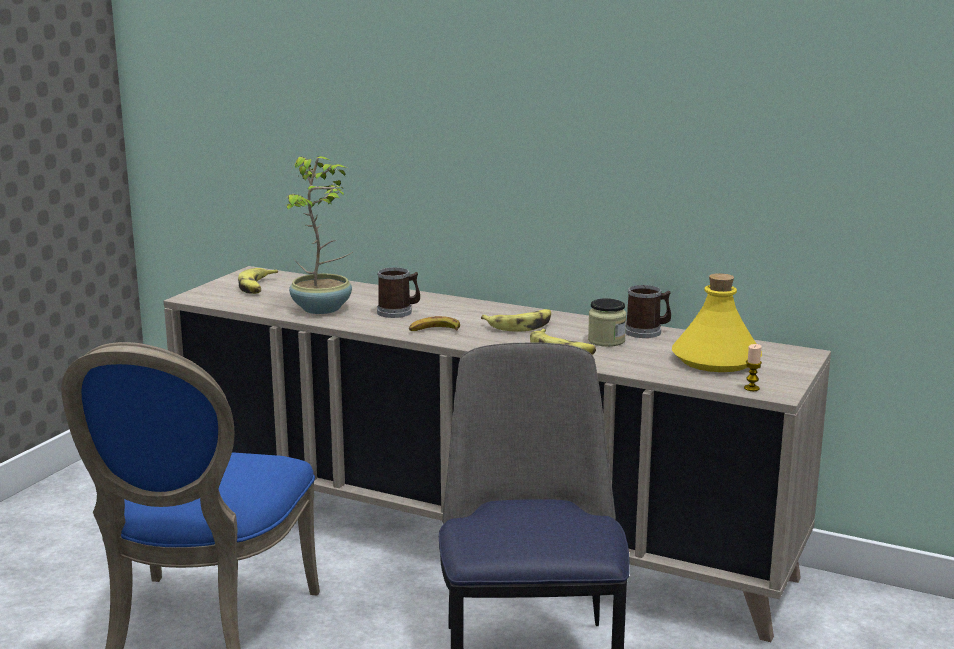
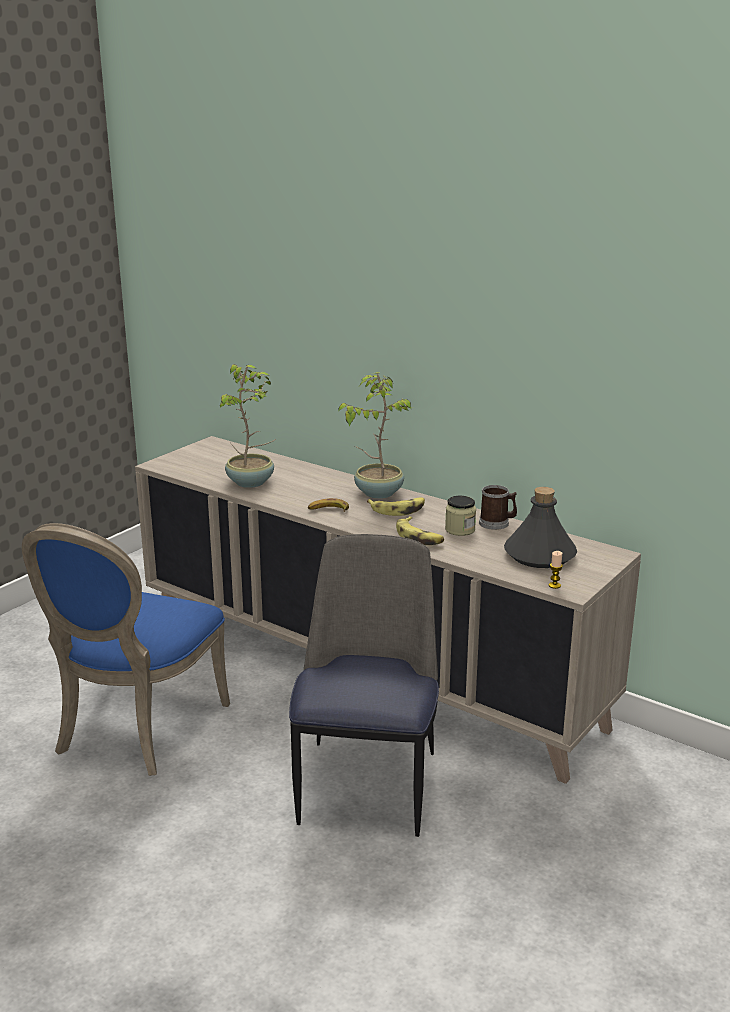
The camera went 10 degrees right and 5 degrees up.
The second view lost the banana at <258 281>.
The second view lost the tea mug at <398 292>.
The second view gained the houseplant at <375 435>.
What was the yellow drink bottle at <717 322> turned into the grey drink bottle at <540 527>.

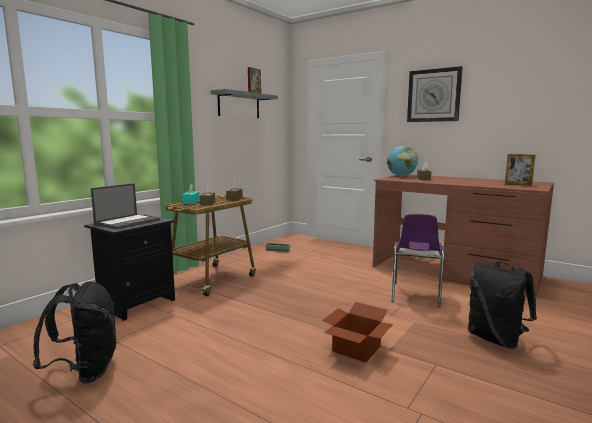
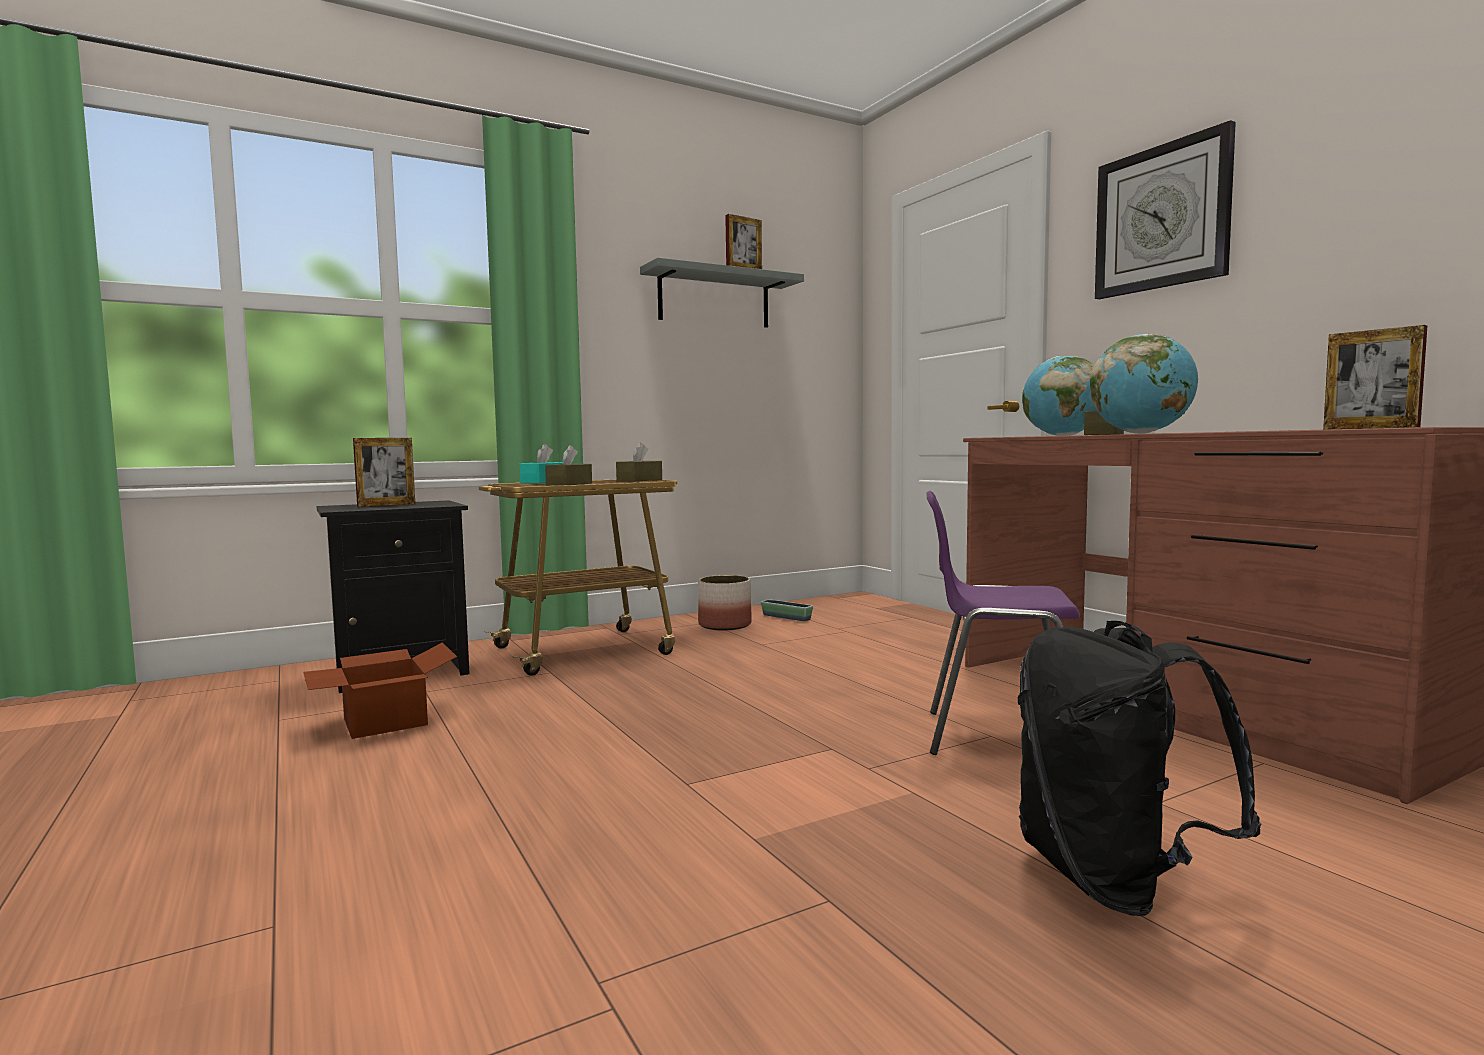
The camera went 25 degrees right and 5 degrees down.
The second view lost the blackish backpack at <74 332>.
The second view gained the plant pot at <724 602>.
The second view gained the world globe at <1144 384>.
The carton ended up elsewhere, having gone from <358 332> to <380 690>.
Where the notebook computer stood at <125 206>, the photo frame came to stand at <384 472>.
The purple-coloured chair at <418 261> ended up facing another way, 60 degrees clockwise from before.

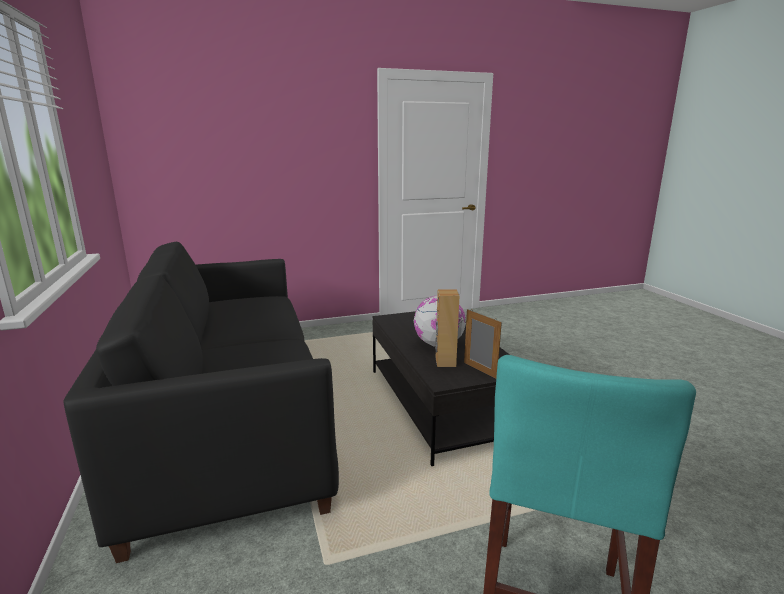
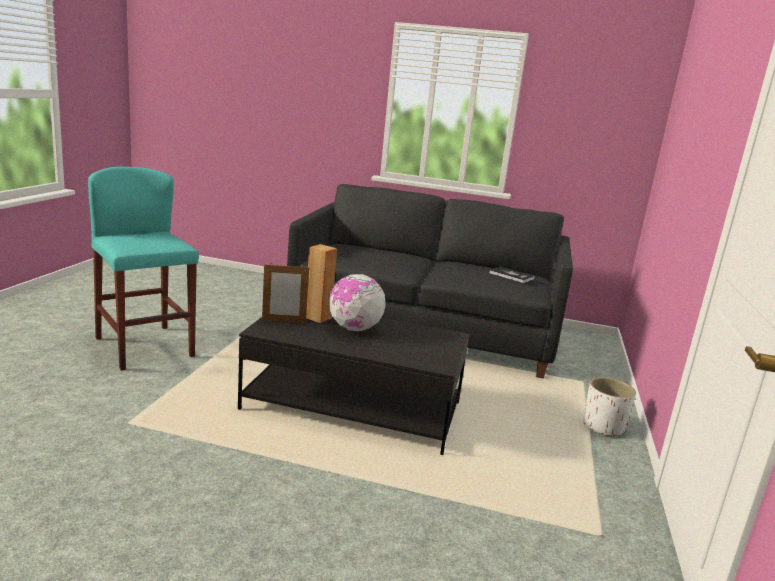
The camera went 120 degrees right and 0 degrees up.
The second view gained the bound book at <512 275>.
The second view gained the whitish plant pot at <609 407>.

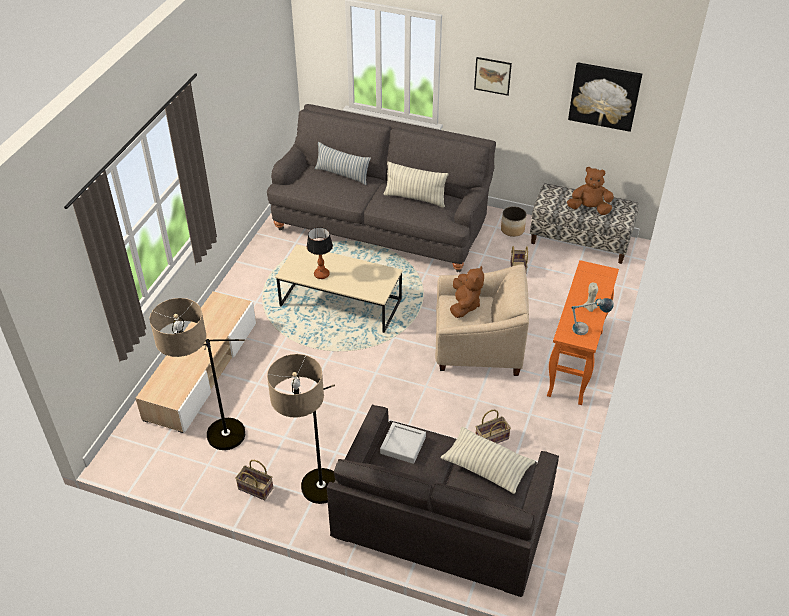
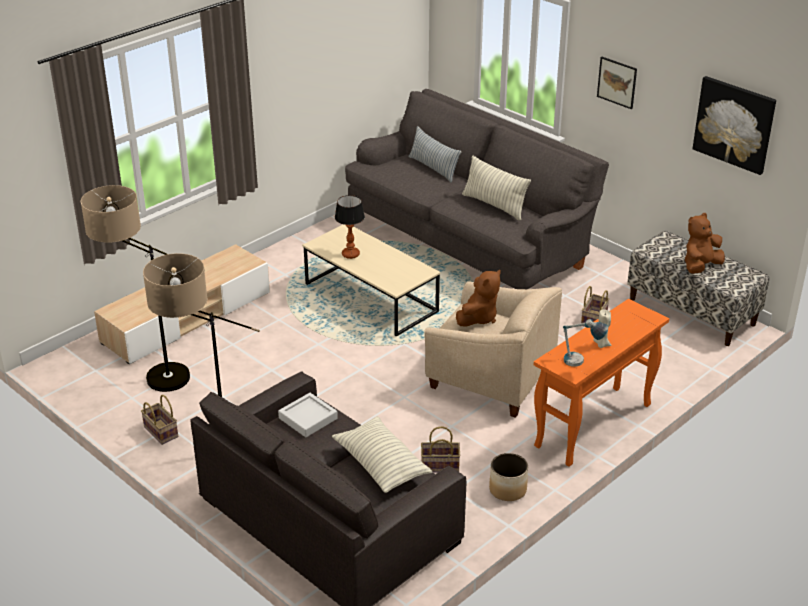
The camera went 25 degrees right and 10 degrees down.
The plant pot ended up elsewhere, having gone from <513 221> to <508 477>.
The brown plush toy at <590 191> ended up facing another way, 75 degrees counterclockwise from before.

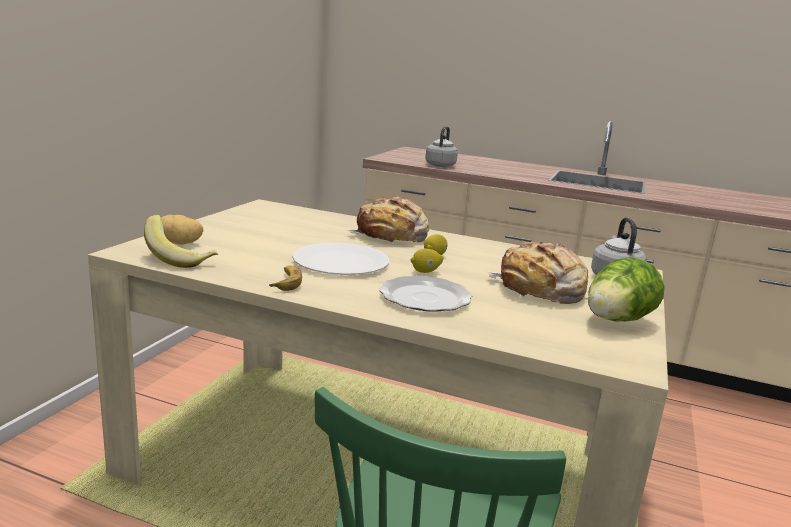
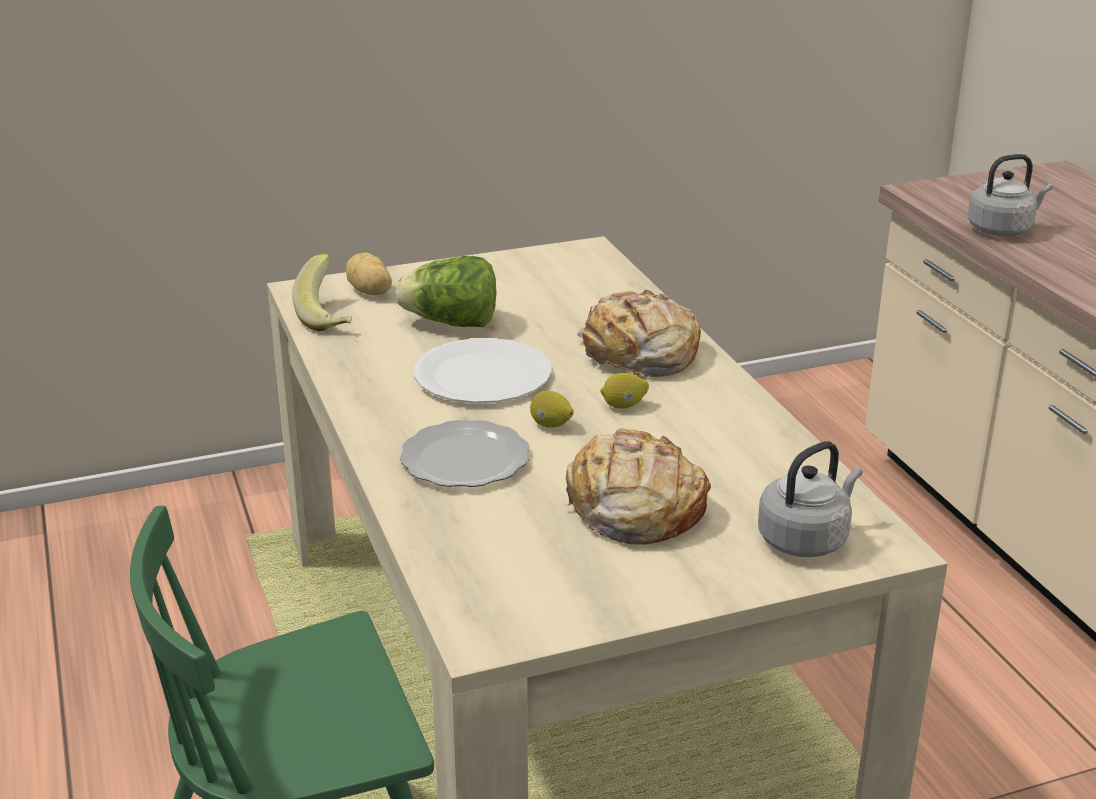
The camera went 50 degrees right and 10 degrees up.
The second view lost the banana at <285 278>.
The lettuce ended up elsewhere, having gone from <626 289> to <445 291>.

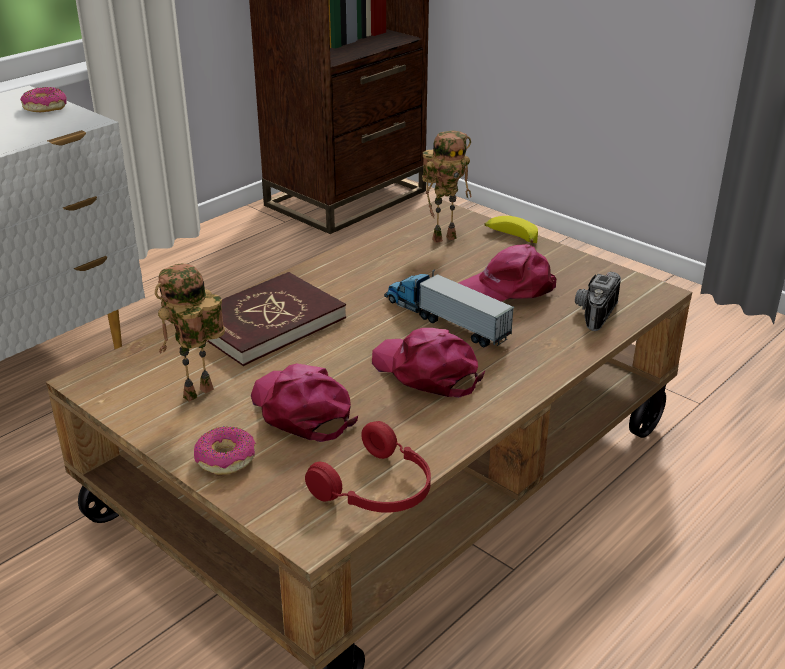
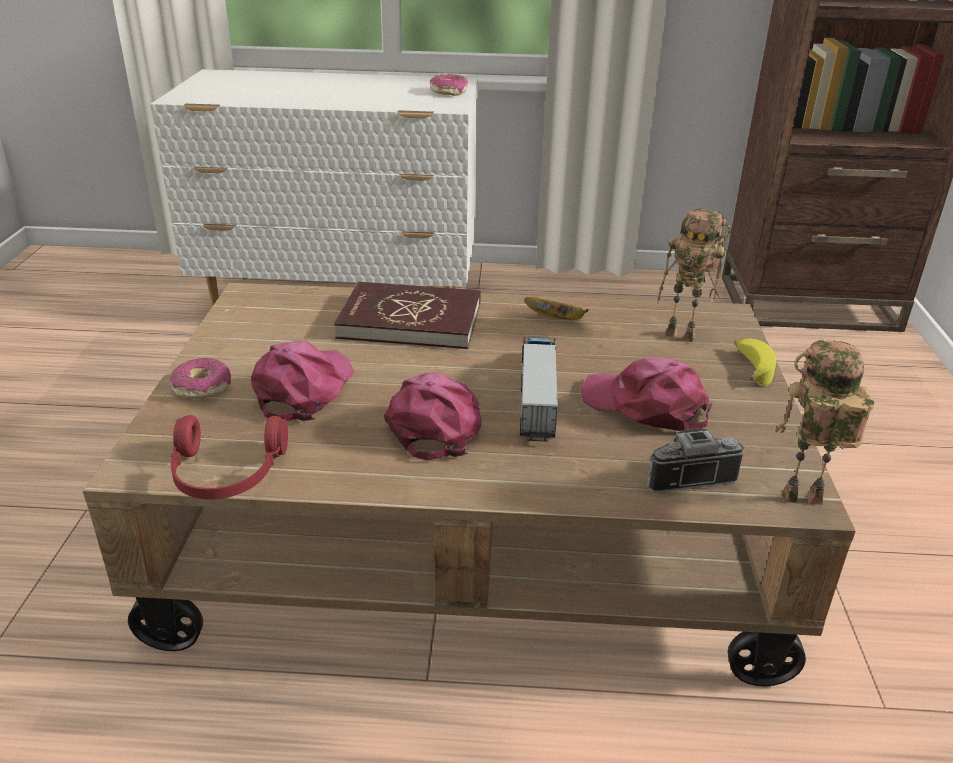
The camera went 50 degrees right and 0 degrees up.
The second view gained the banana at <556 308>.
The toy robot ended up elsewhere, having gone from <190 333> to <824 422>.

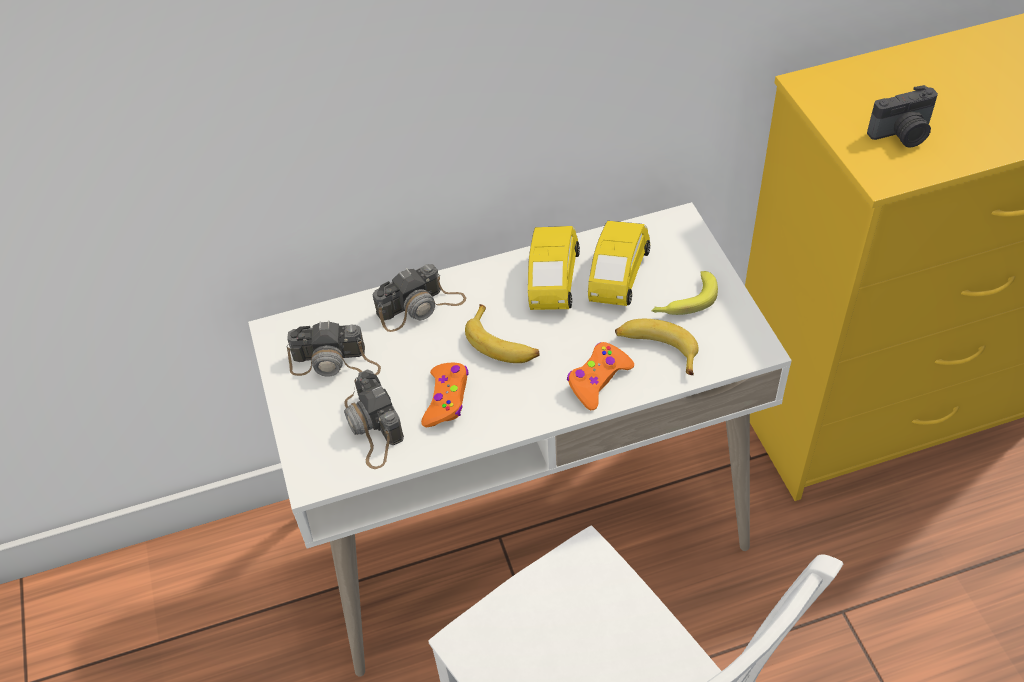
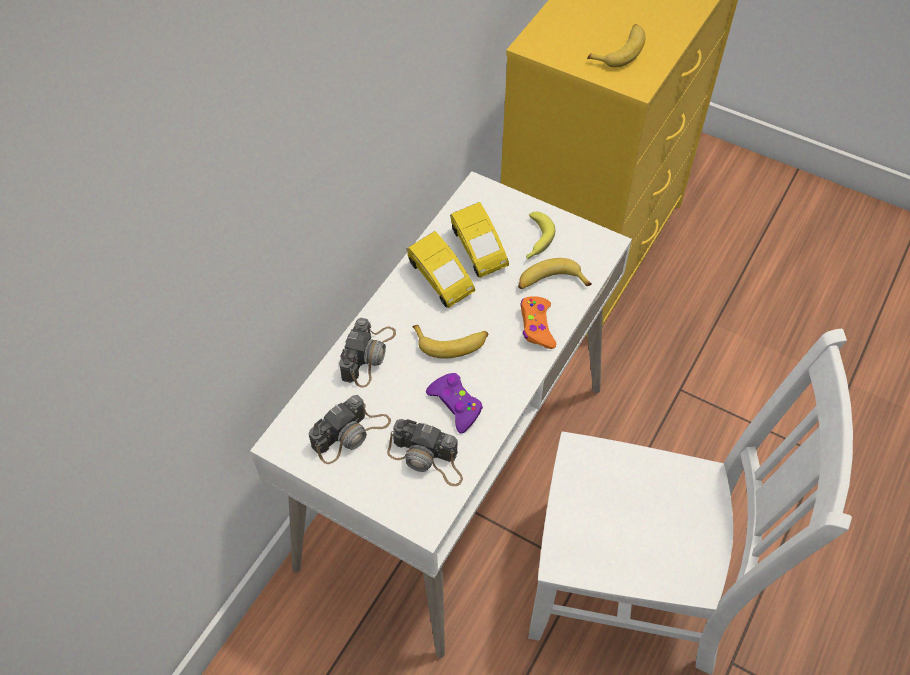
The camera went 45 degrees left and 5 degrees up.
Where the still camera stood at <902 116>, the banana came to stand at <616 45>.
What was the orange-coloured joypad at <445 395> turned into the purple-coloured joypad at <454 403>.

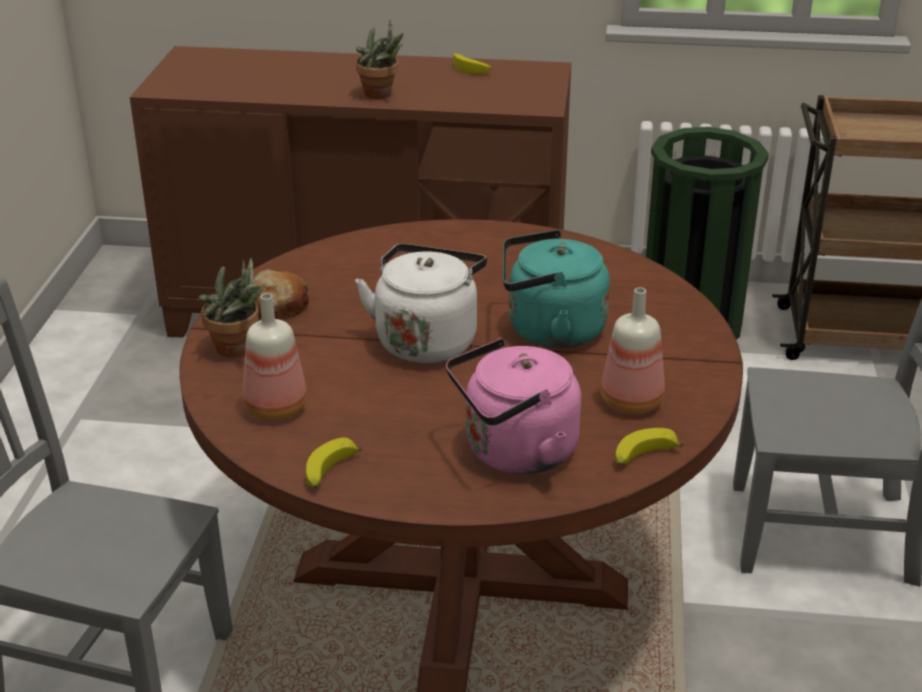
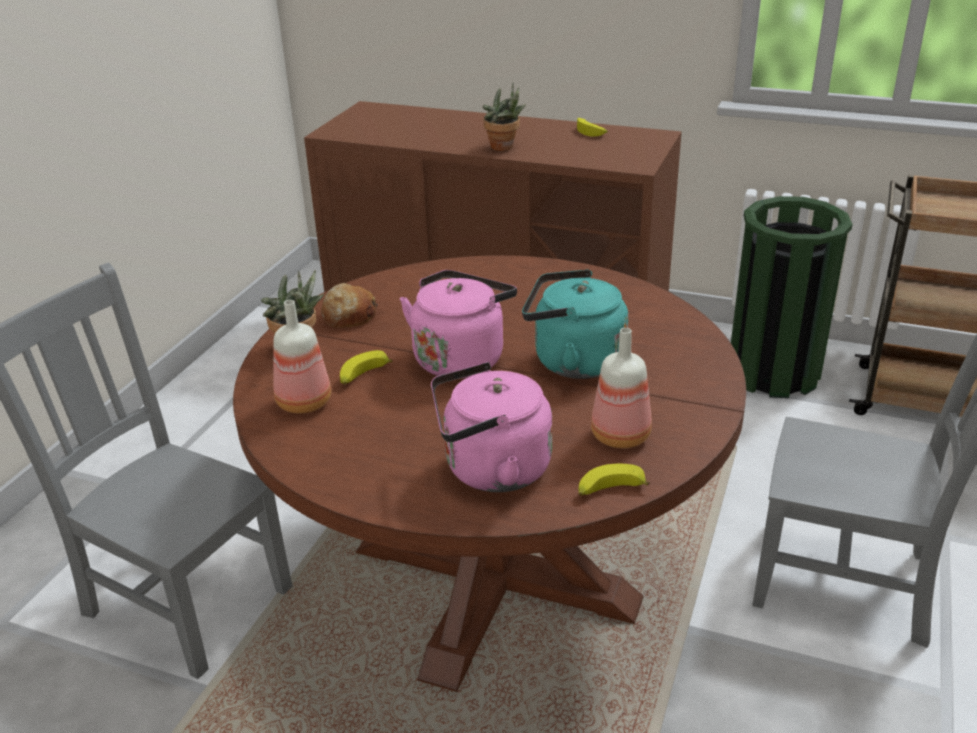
The camera went 15 degrees right and 0 degrees up.
The banana ended up elsewhere, having gone from <334 462> to <366 367>.
What was the whitish water kettle at <421 303> turned into the pinkish water kettle at <458 324>.

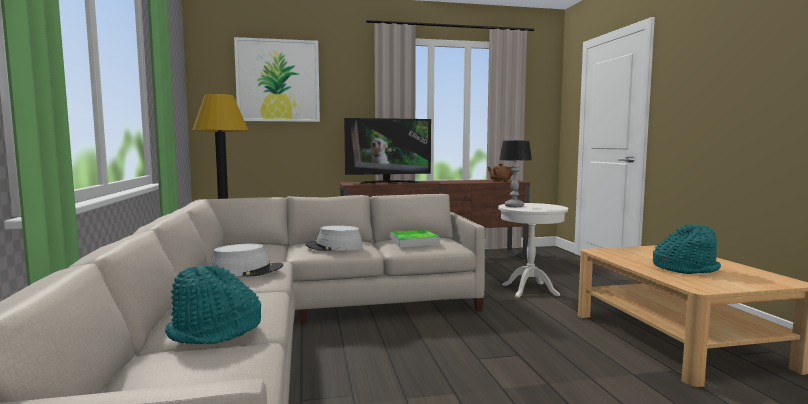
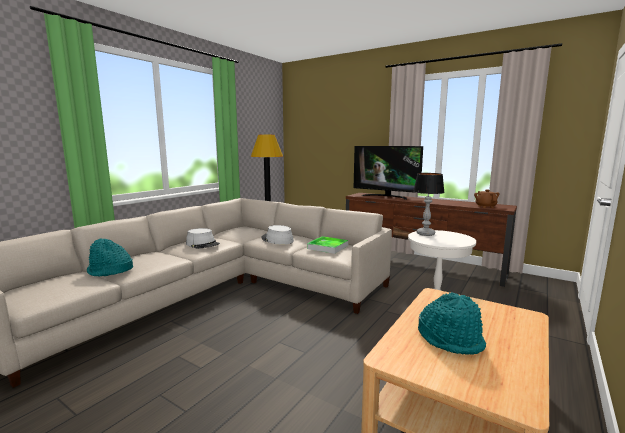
The camera went 45 degrees right and 5 degrees up.
The second view lost the picture at <277 79>.

